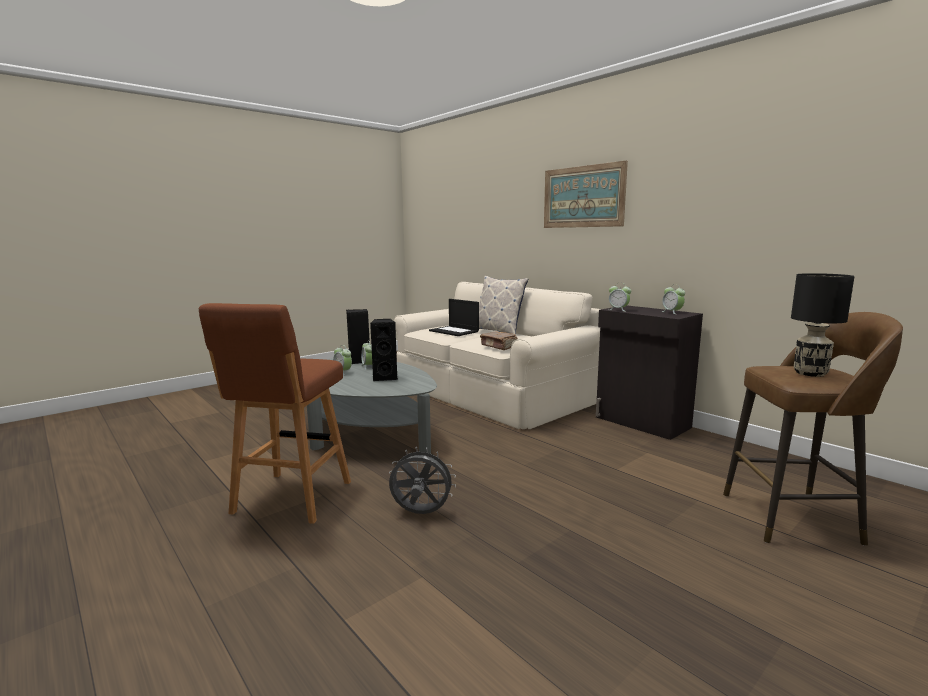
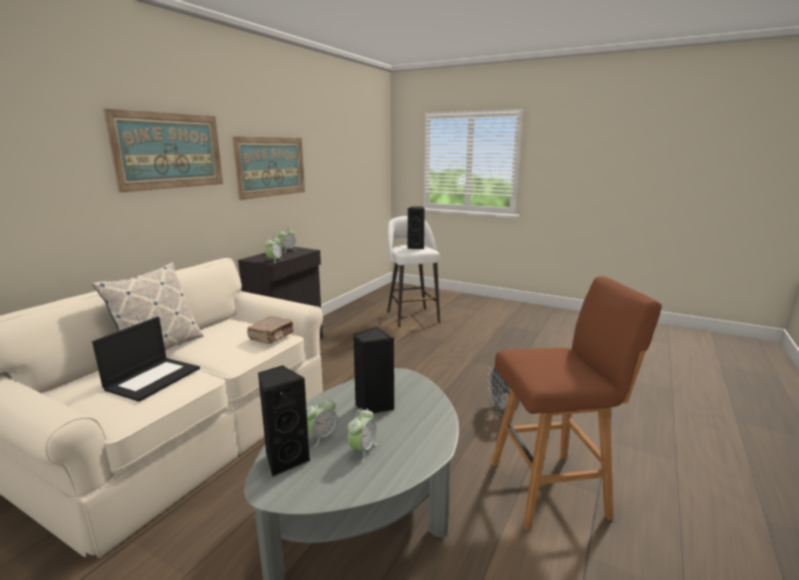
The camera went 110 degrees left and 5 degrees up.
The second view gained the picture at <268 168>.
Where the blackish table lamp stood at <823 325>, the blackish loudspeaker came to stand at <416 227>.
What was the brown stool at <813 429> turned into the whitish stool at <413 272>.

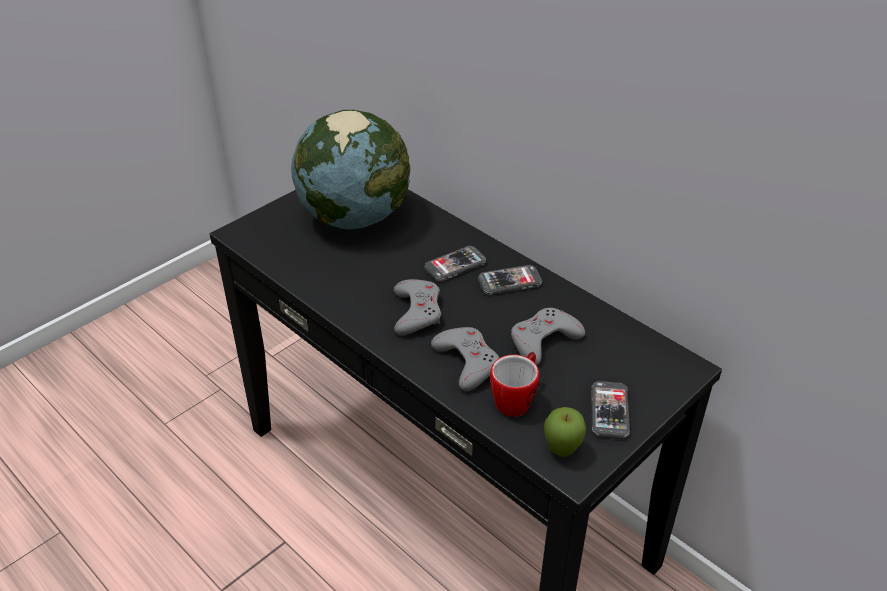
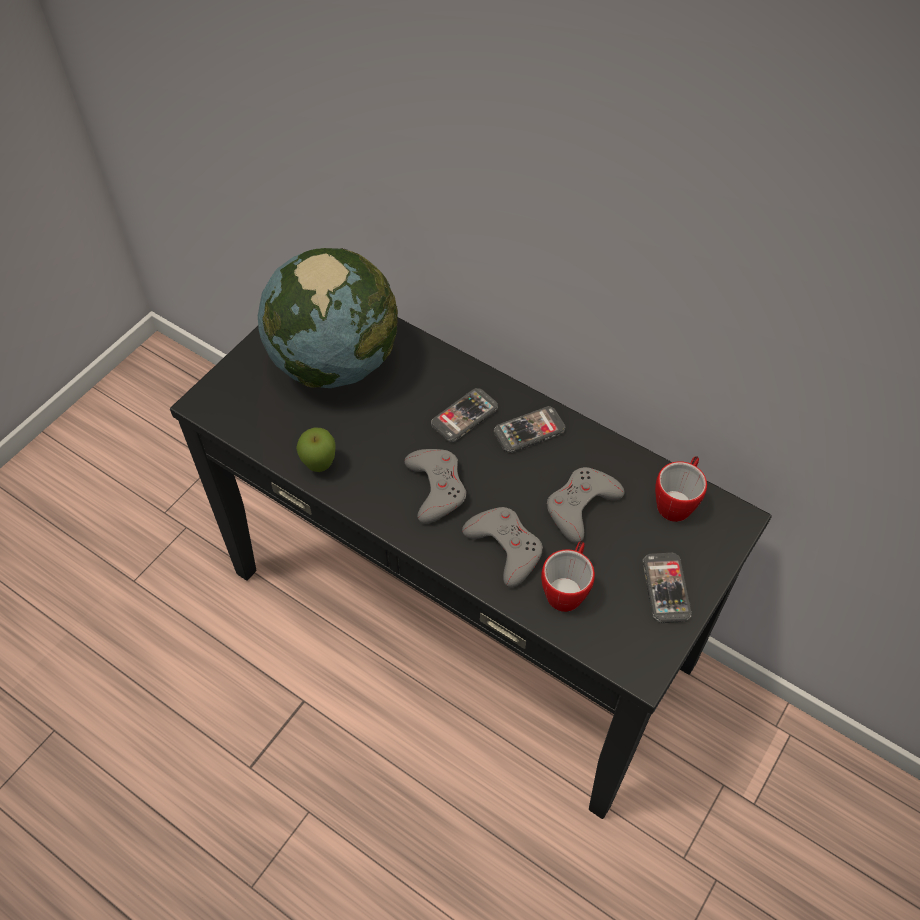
The camera went 10 degrees left and 15 degrees up.
The second view gained the tea mug at <681 489>.
The apple fruit ended up elsewhere, having gone from <565 432> to <316 449>.

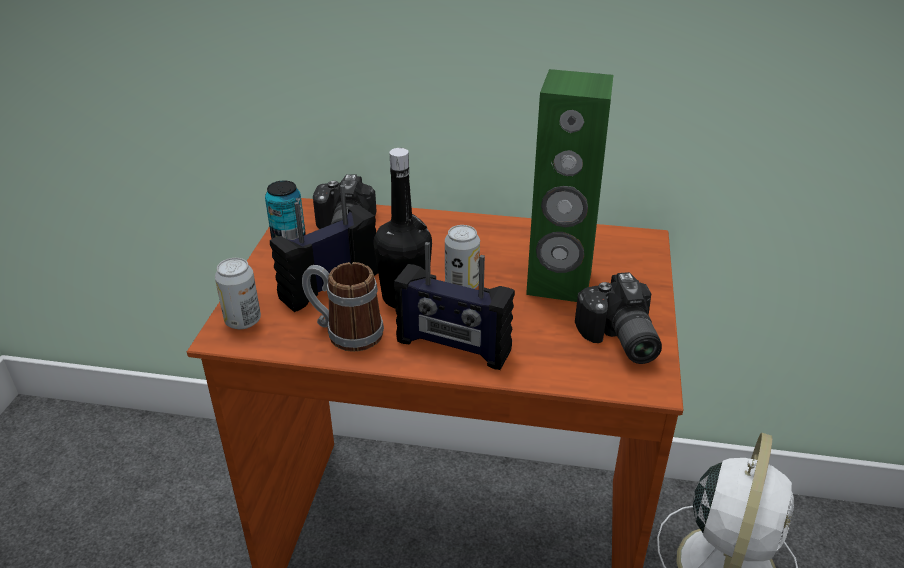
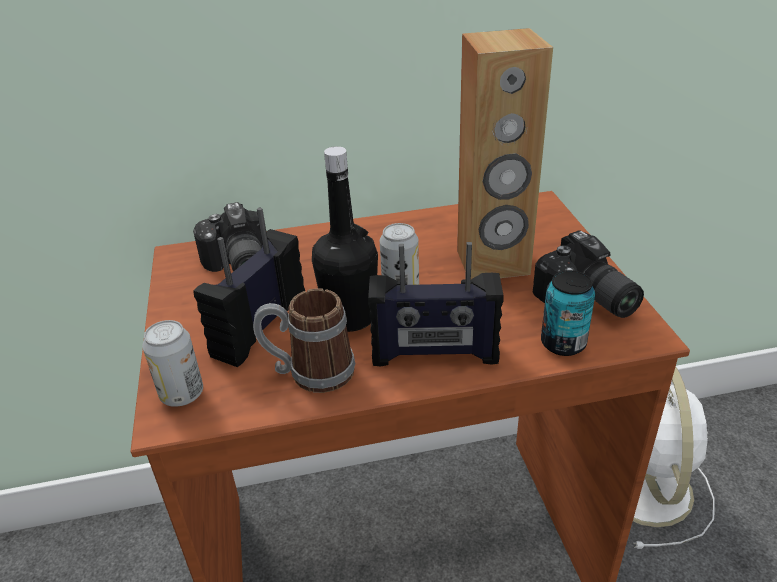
The camera went 20 degrees left and 0 degrees up.
The can ended up elsewhere, having gone from <285 210> to <568 313>.
What was the green loudspeaker at <569 185> turned into the brown loudspeaker at <505 153>.

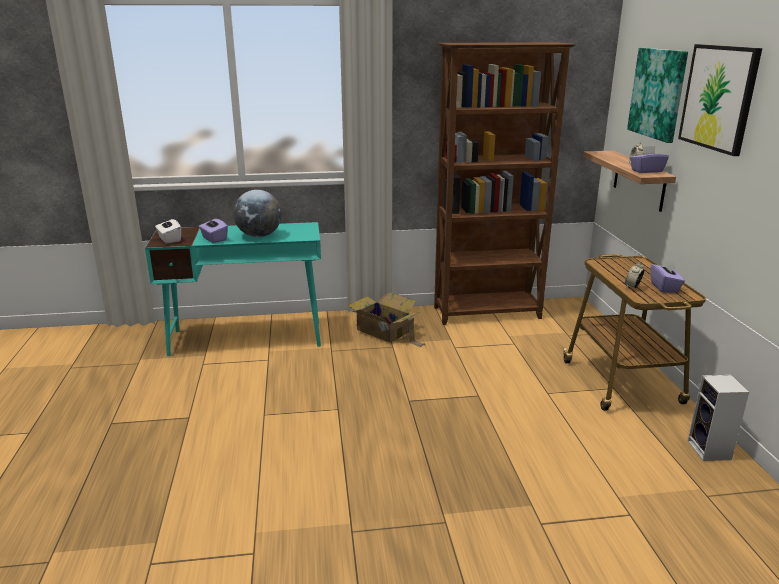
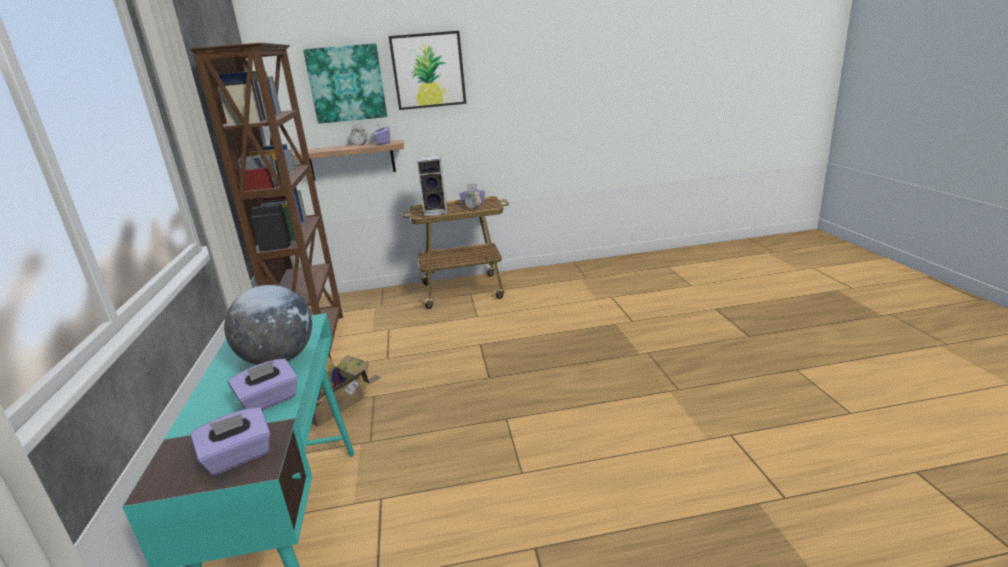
The camera went 90 degrees left and 0 degrees up.
The loudspeaker ended up elsewhere, having gone from <718 418> to <432 185>.
What was the whitish box of tissues at <168 230> turned into the purple-coloured box of tissues at <230 441>.

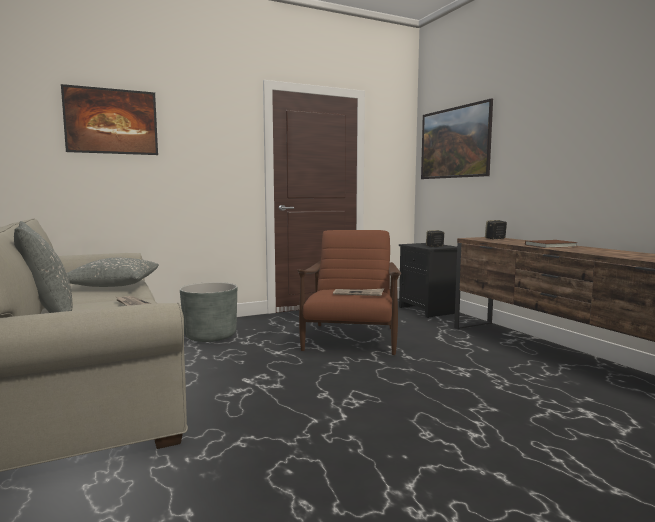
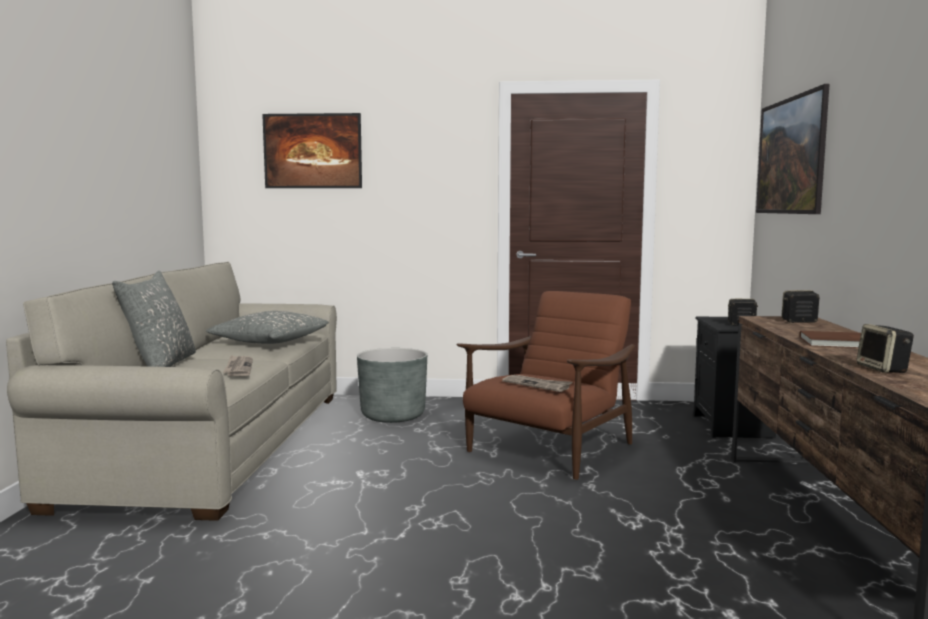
The camera went 30 degrees right and 0 degrees up.
The second view gained the loudspeaker at <885 348>.

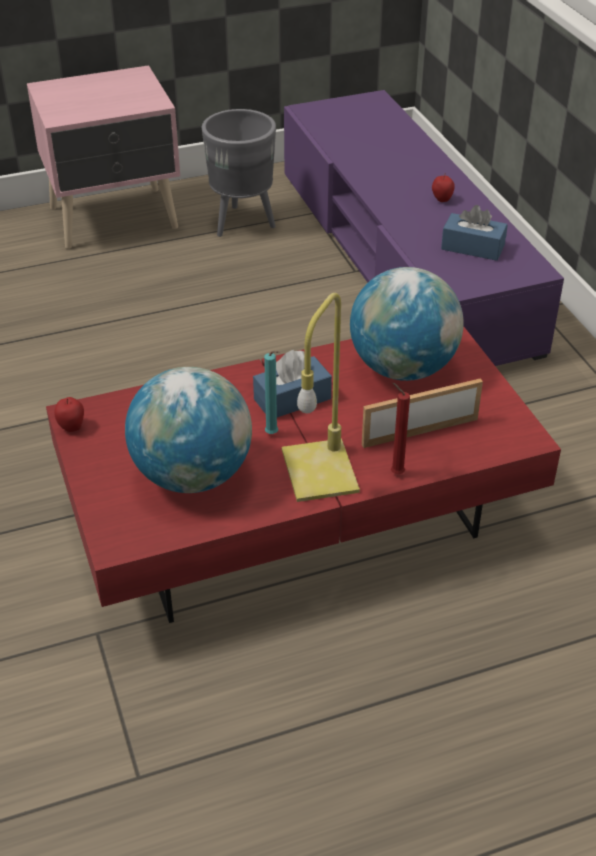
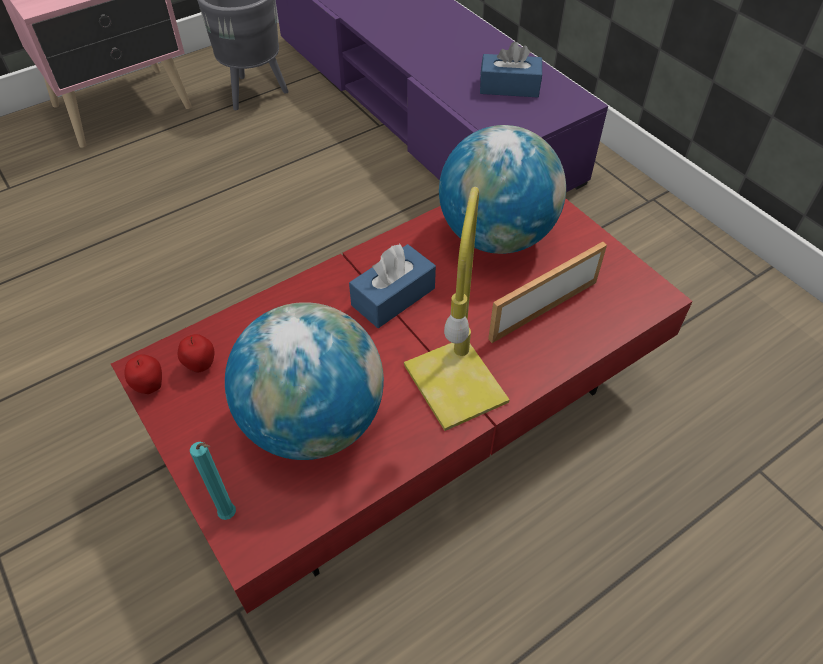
The camera went 15 degrees left and 10 degrees up.
The second view lost the red-coloured wax candle at <400 428>.
The turquoise wax candle ended up elsewhere, having gone from <271 392> to <213 481>.
The apple fruit ended up elsewhere, having gone from <443 187> to <196 353>.

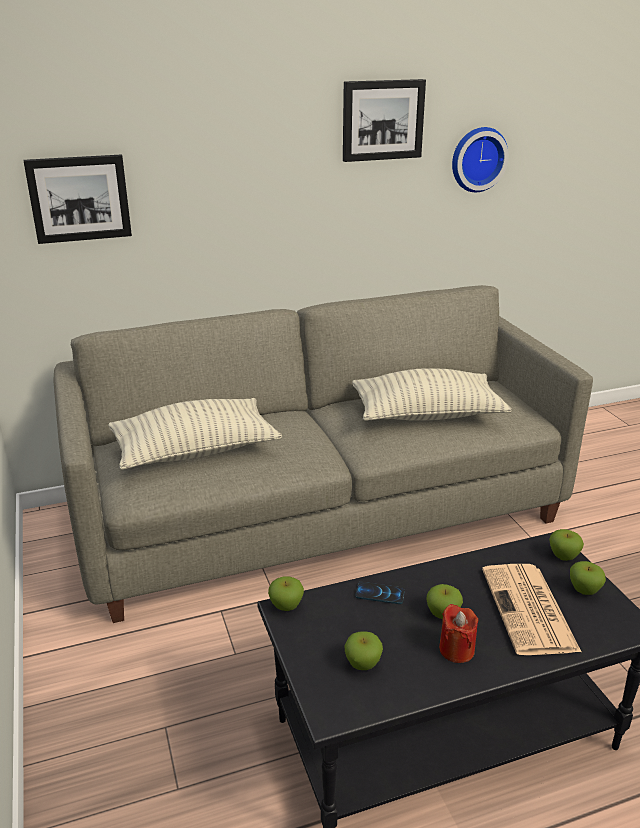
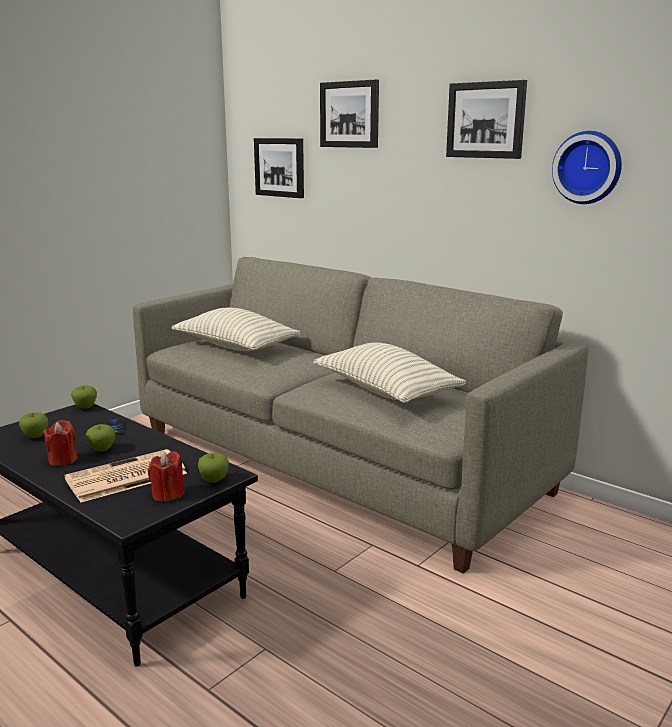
The camera went 60 degrees right and 10 degrees down.
The second view gained the picture at <349 114>.
Where the apple fruit stood at <588 578>, the red-coloured wax candle came to stand at <166 477>.

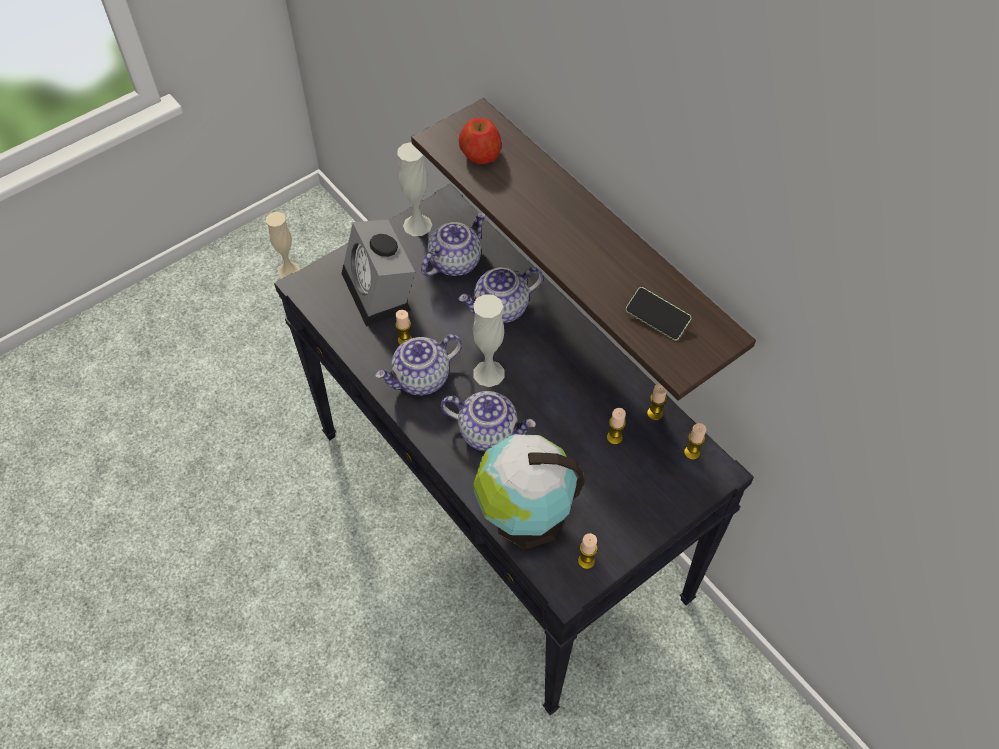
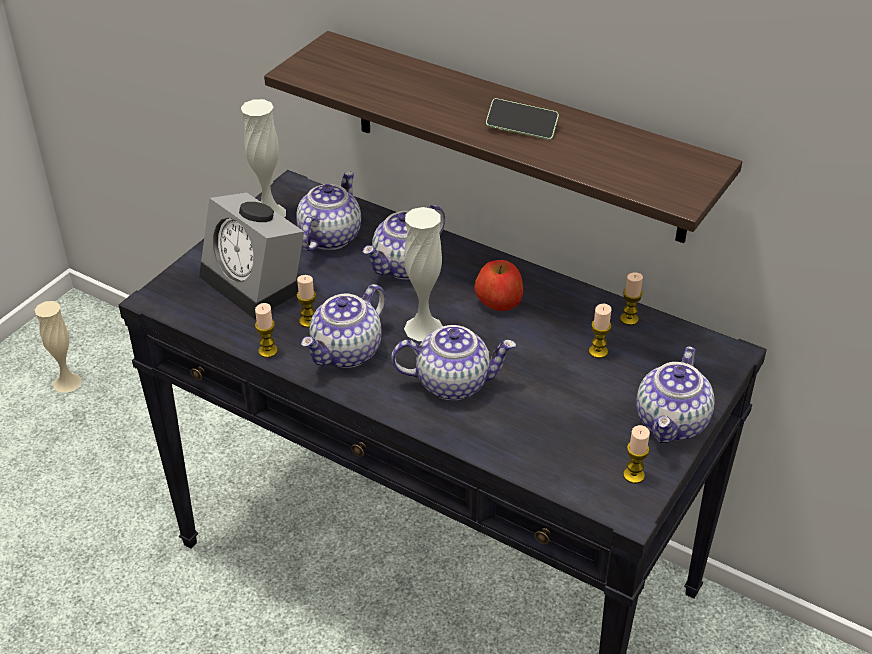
The camera went 20 degrees left and 15 degrees down.
The second view lost the world globe at <529 492>.
The second view gained the teapot at <675 394>.
The apple fruit ended up elsewhere, having gone from <479 141> to <498 285>.
The handset ended up elsewhere, having gone from <658 314> to <522 119>.
The wax candle ended up elsewhere, having gone from <695 441> to <266 330>.

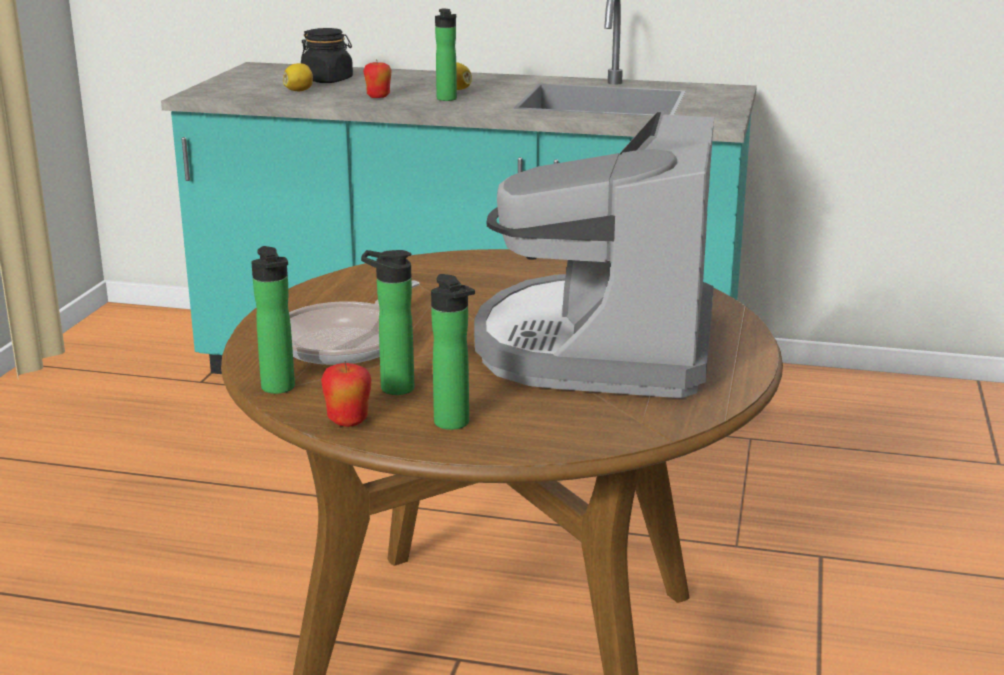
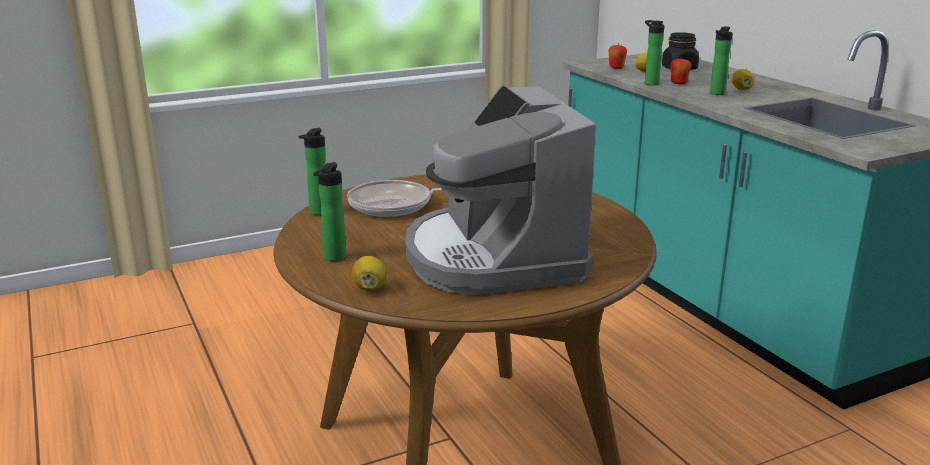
The camera went 50 degrees right and 0 degrees up.
The second view gained the lemon at <369 273>.
The apple fruit ended up elsewhere, having gone from <346 394> to <618 56>.
The drink bottle ended up elsewhere, having gone from <387 322> to <654 53>.
The coffee brewer at <594 254> ended up facing another way, 75 degrees counterclockwise from before.

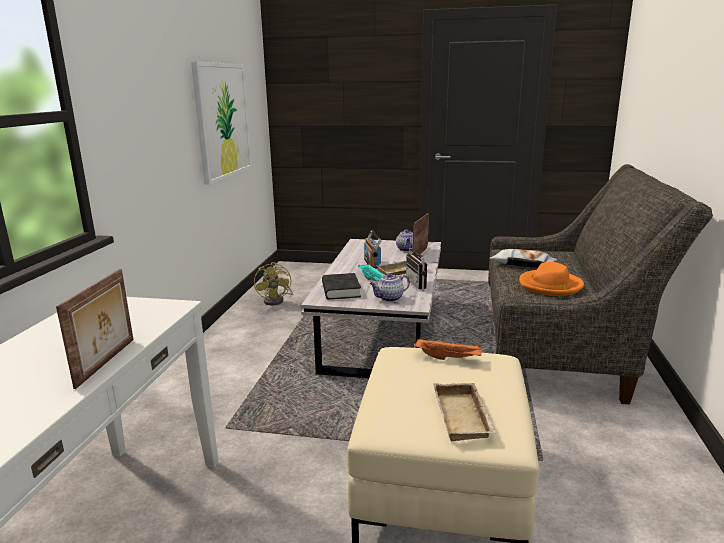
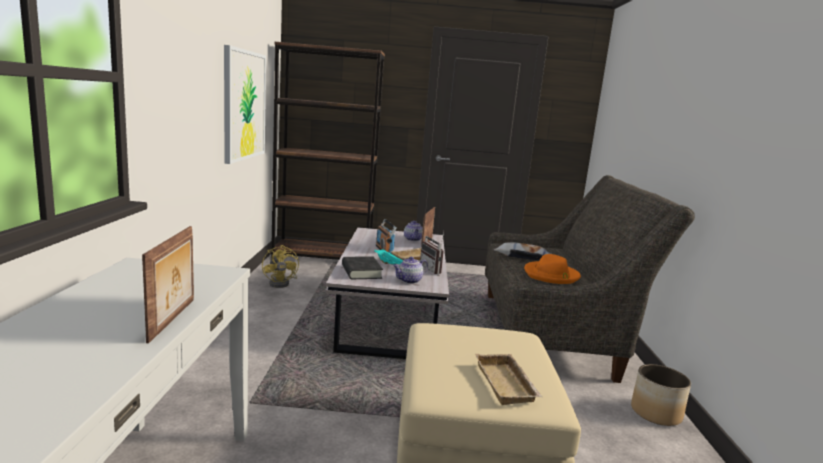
The camera went 10 degrees left and 5 degrees down.
The second view lost the orange-coloured carrying tray at <448 349>.
The second view gained the brown bookshelf at <328 151>.
The second view gained the plant pot at <661 395>.

